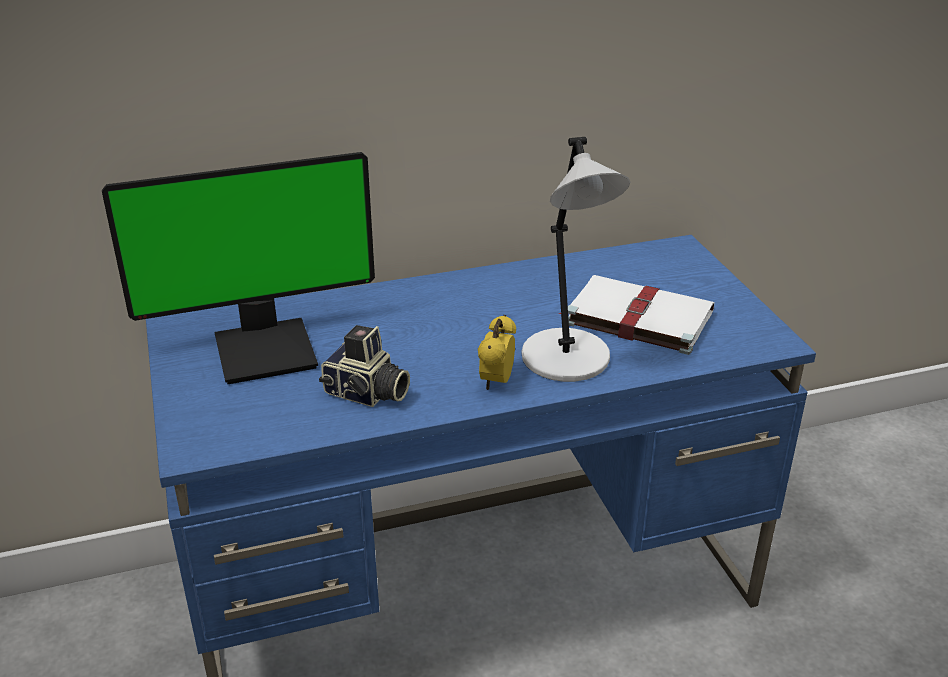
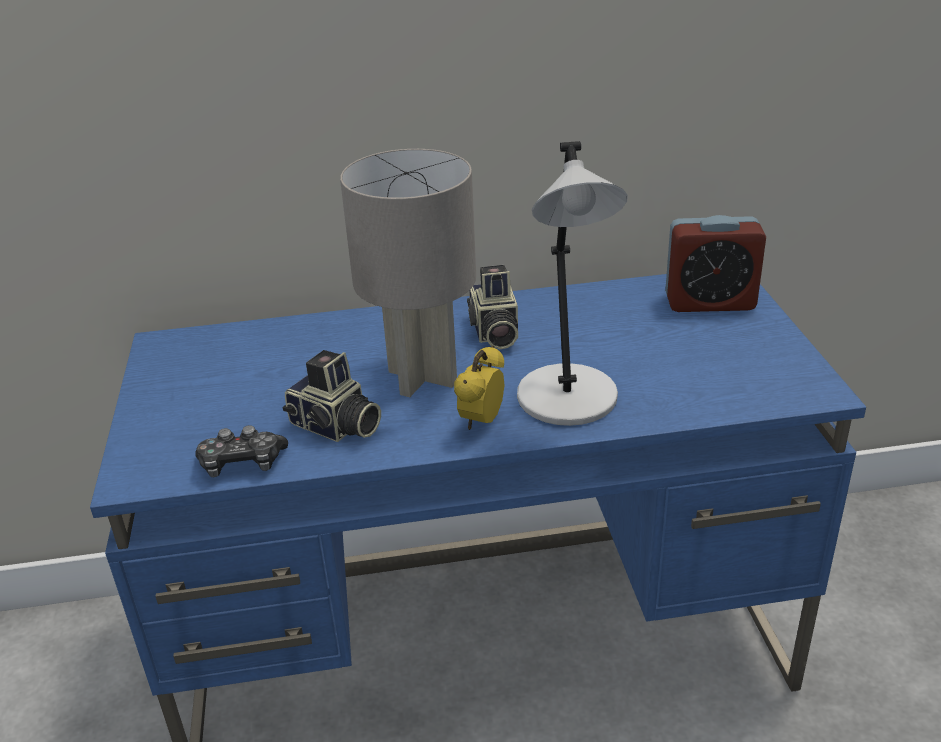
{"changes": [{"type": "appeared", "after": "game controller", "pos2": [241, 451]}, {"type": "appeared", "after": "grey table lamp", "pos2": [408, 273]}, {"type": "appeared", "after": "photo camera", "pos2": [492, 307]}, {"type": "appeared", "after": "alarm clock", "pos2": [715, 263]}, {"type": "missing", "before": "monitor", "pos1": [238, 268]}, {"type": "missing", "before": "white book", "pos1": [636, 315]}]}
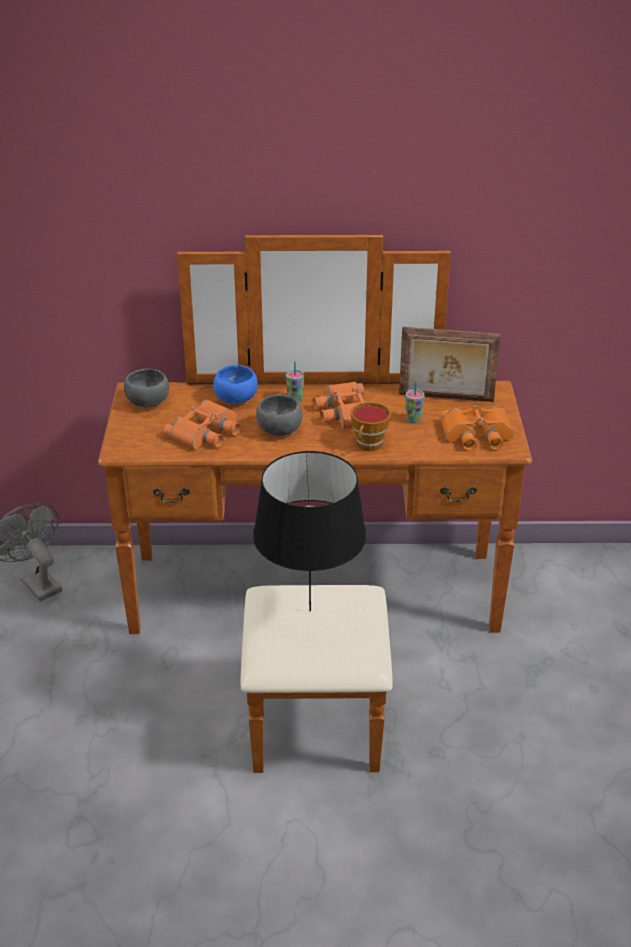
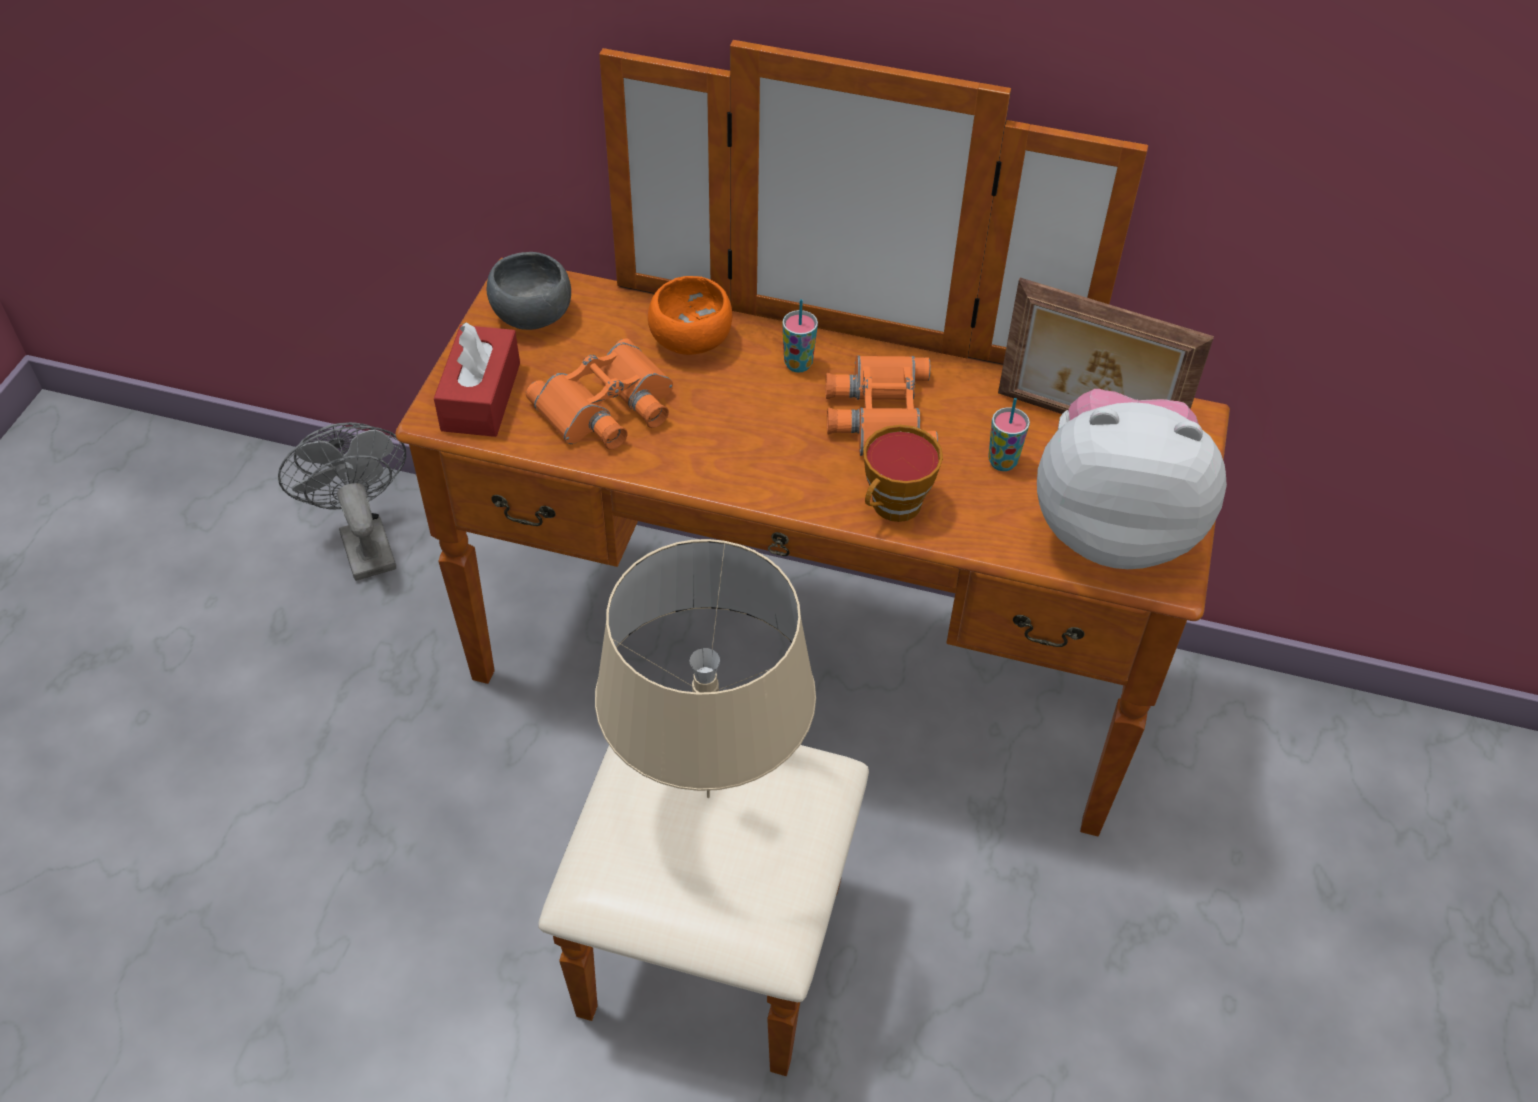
{"changes": [{"type": "appeared", "after": "red tissue box", "pos2": [477, 379]}, {"type": "colour", "before": "black table lamp", "after": "beige table lamp", "pos1": [310, 531], "pos2": [705, 668]}, {"type": "colour", "before": "blue bowl", "after": "orange bowl", "pos1": [235, 384], "pos2": [690, 315]}, {"type": "exchanged", "before": "orange binoculars", "after": "plush toy", "pos1": [477, 428], "pos2": [1132, 479]}, {"type": "missing", "before": "grey bowl", "pos1": [279, 415]}]}
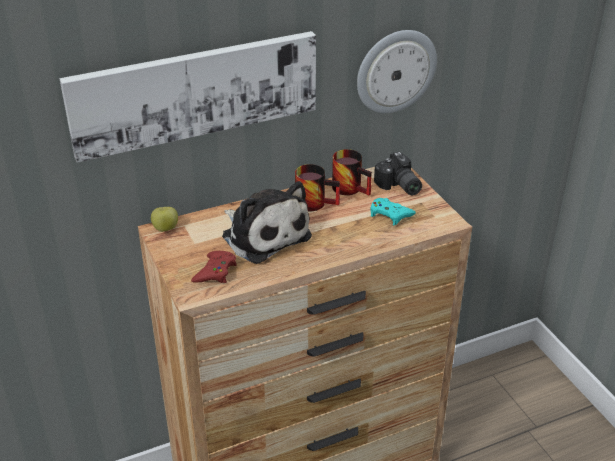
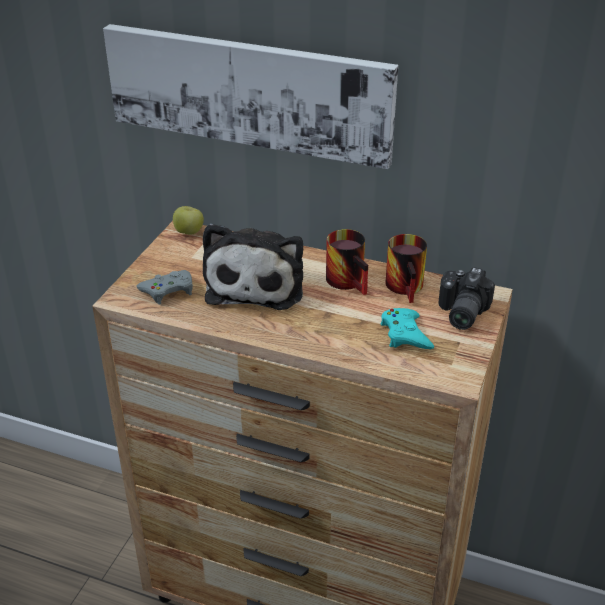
{"changes": [{"type": "colour", "before": "red game controller", "after": "grey game controller", "pos1": [214, 267], "pos2": [164, 287]}, {"type": "missing", "before": "wall clock", "pos1": [397, 72]}]}
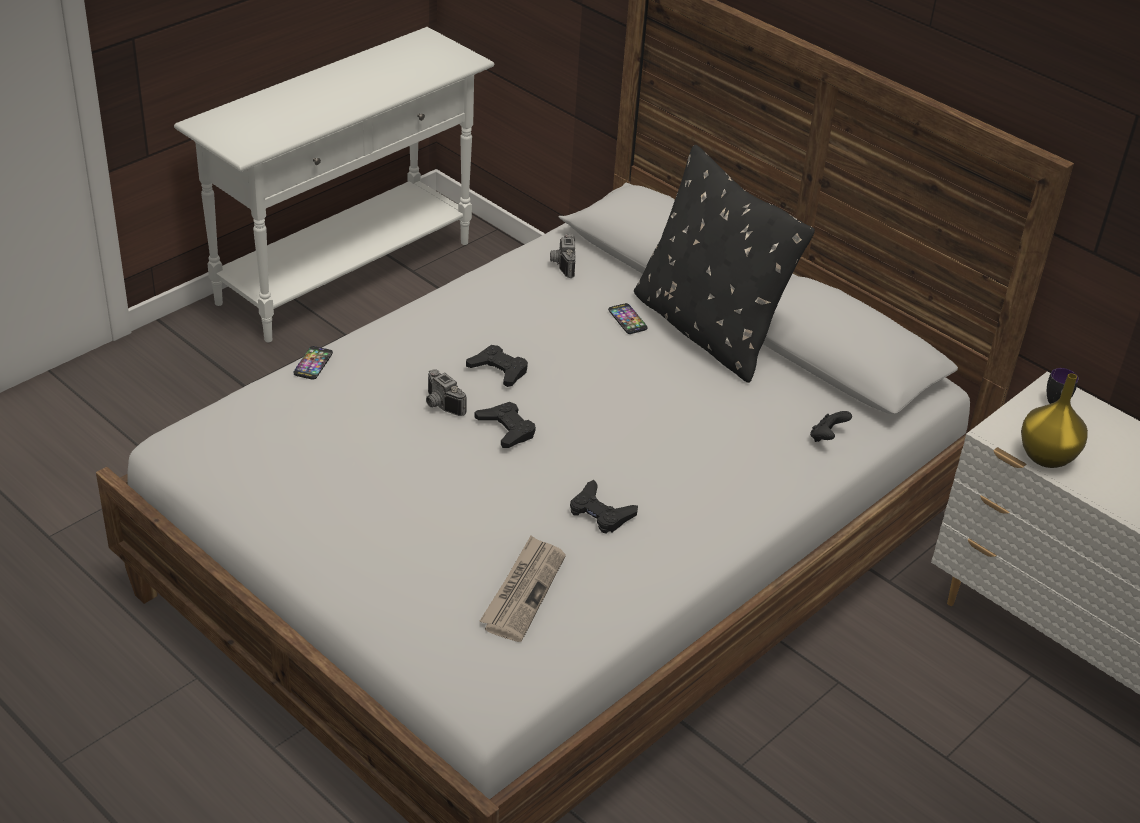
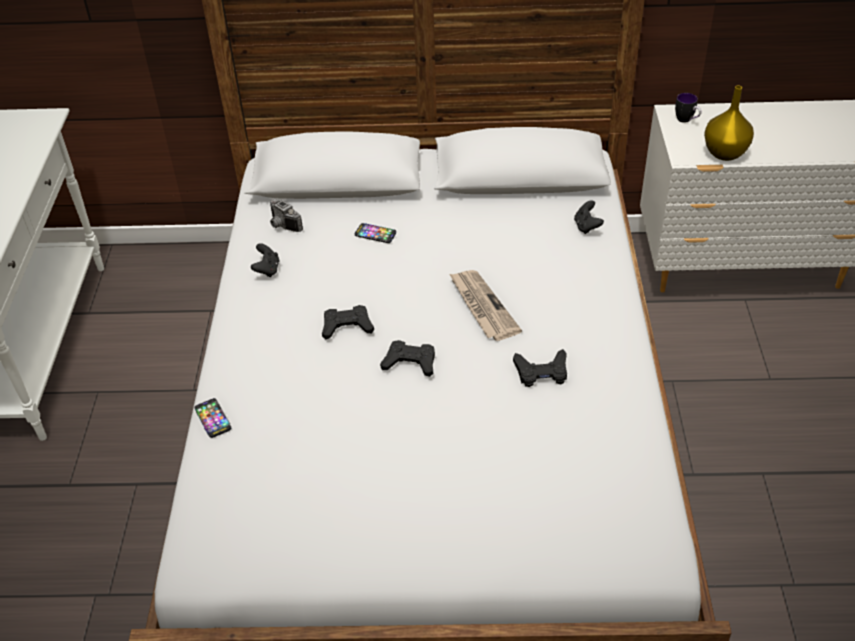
{"changes": [{"type": "appeared", "after": "black game controller", "pos2": [265, 260]}, {"type": "relocated", "before": "newspaper", "pos1": [523, 588], "pos2": [485, 305]}, {"type": "missing", "before": "photo camera", "pos1": [446, 392]}, {"type": "missing", "before": "black pillow", "pos1": [724, 264]}]}
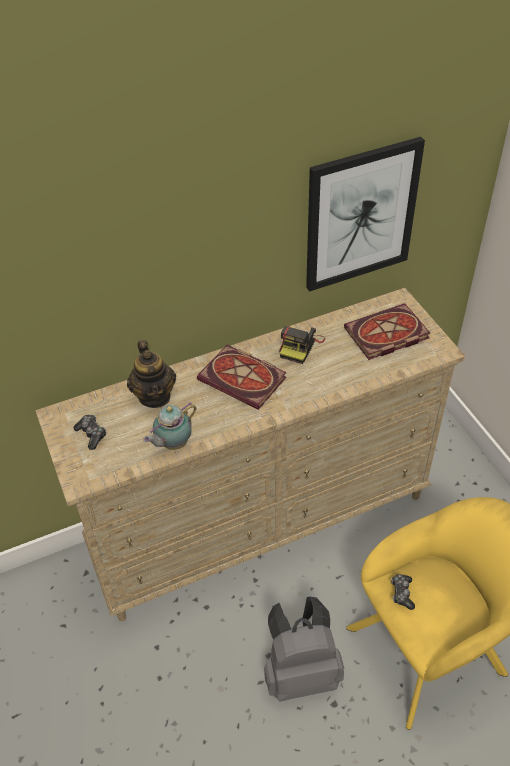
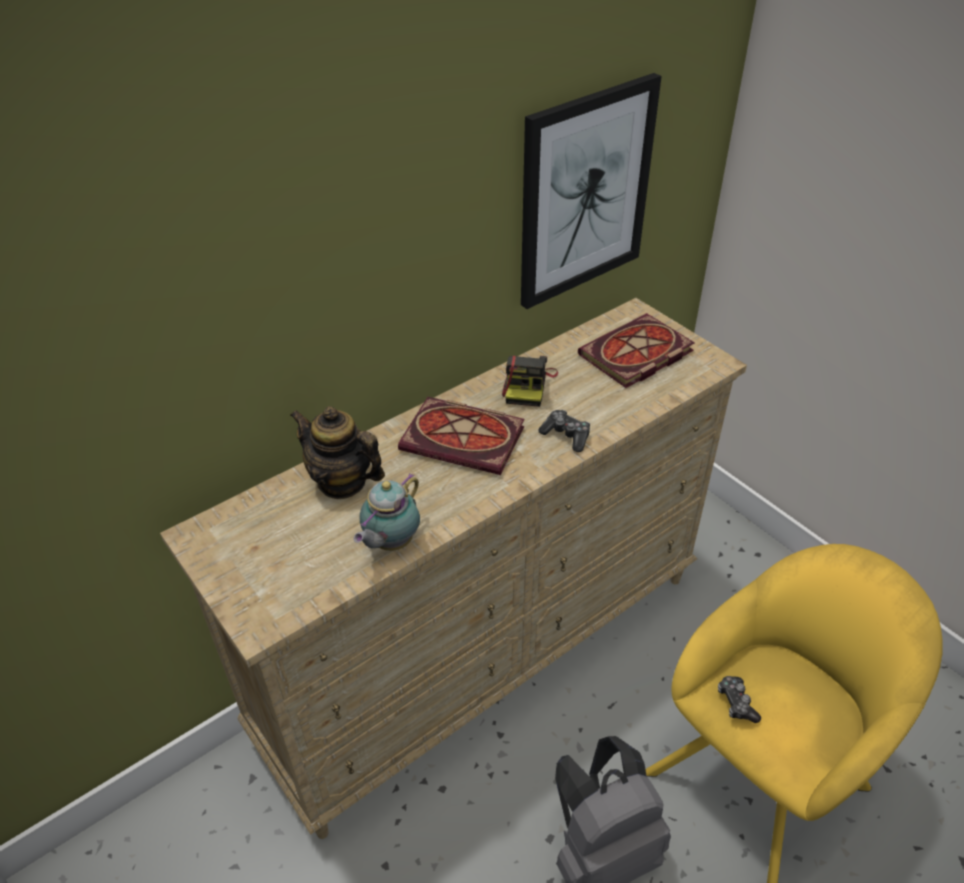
{"changes": [{"type": "spun", "before": "teapot", "pos1": [151, 374], "pos2": [337, 452], "turn": 150}, {"type": "relocated", "before": "game controller", "pos1": [89, 432], "pos2": [564, 431]}]}
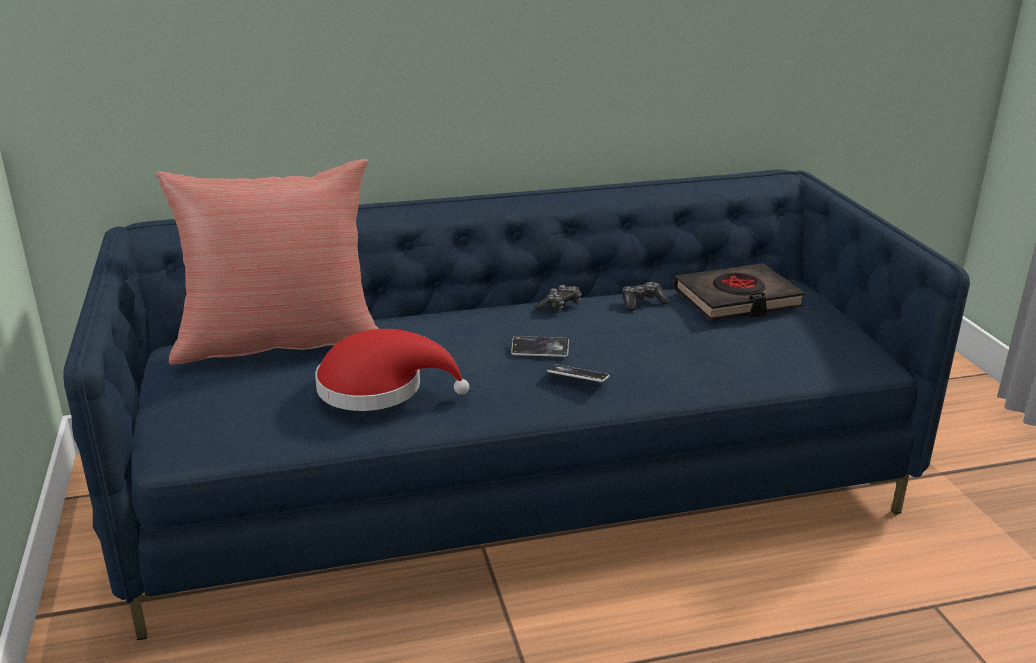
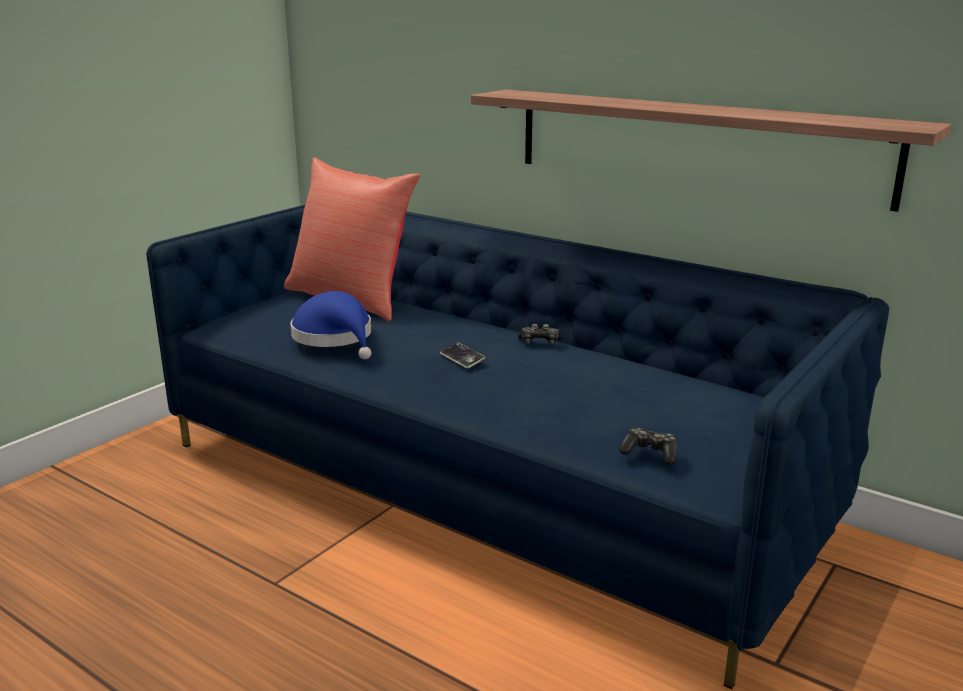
{"changes": [{"type": "colour", "before": "red hat", "after": "blue hat", "pos1": [392, 370], "pos2": [330, 325]}, {"type": "appeared", "after": "shelf", "pos2": [711, 151]}, {"type": "relocated", "before": "game controller", "pos1": [645, 296], "pos2": [648, 445]}, {"type": "missing", "before": "phone", "pos1": [578, 373]}, {"type": "missing", "before": "black book", "pos1": [739, 292]}]}
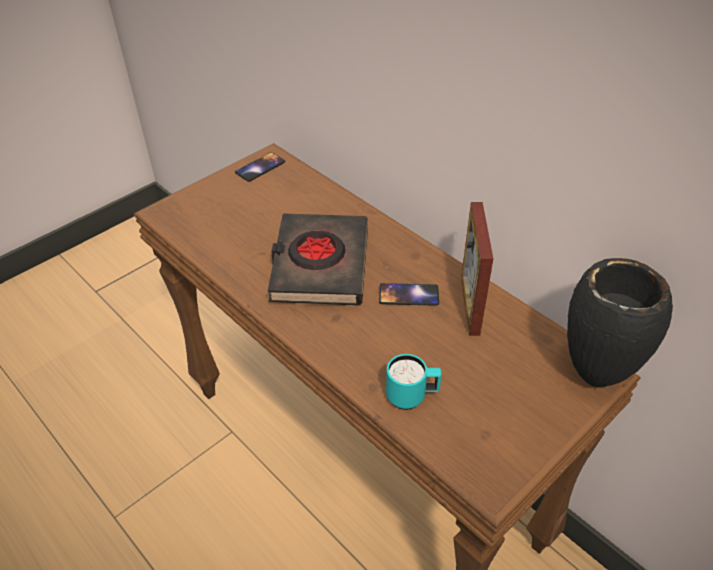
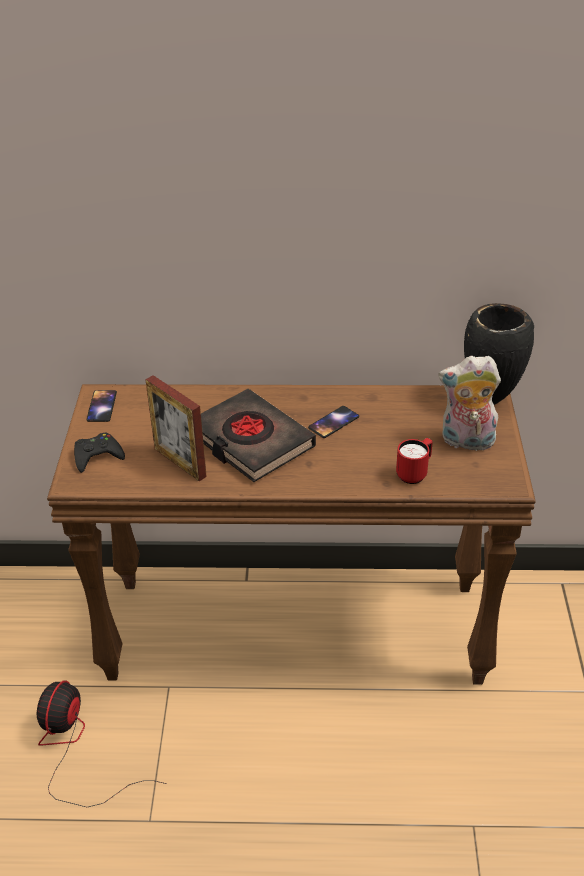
{"changes": [{"type": "appeared", "after": "fan", "pos2": [102, 743]}, {"type": "appeared", "after": "black game controller", "pos2": [99, 453]}, {"type": "relocated", "before": "picture frame", "pos1": [477, 269], "pos2": [176, 428]}, {"type": "colour", "before": "turquoise mug", "after": "red mug", "pos1": [414, 382], "pos2": [414, 461]}, {"type": "appeared", "after": "plush toy", "pos2": [469, 404]}]}
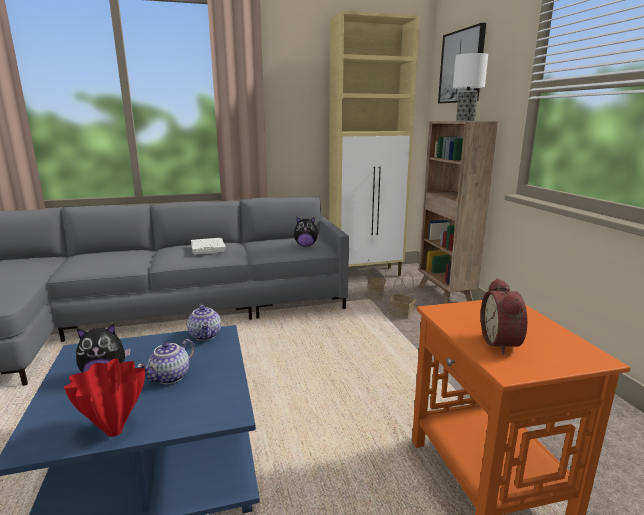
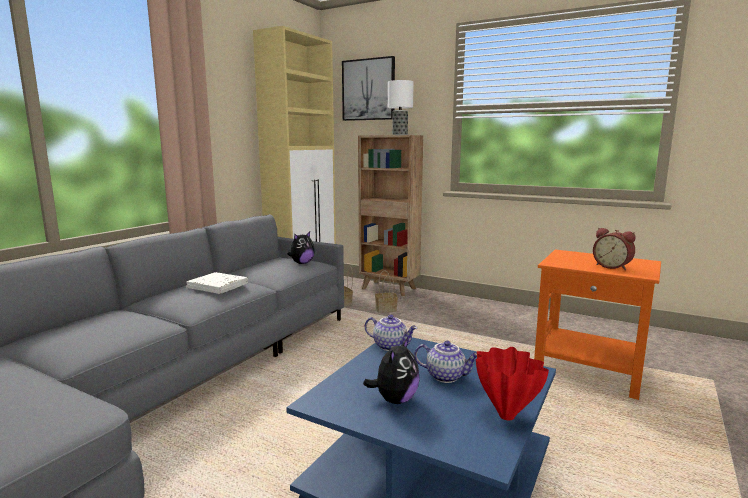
{"changes": [{"type": "spun", "before": "teapot", "pos1": [166, 361], "pos2": [445, 362], "turn": -60}]}
